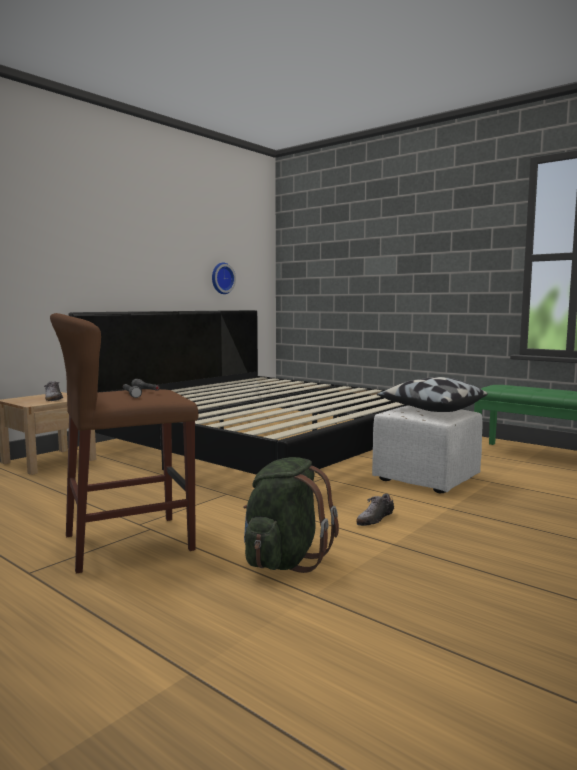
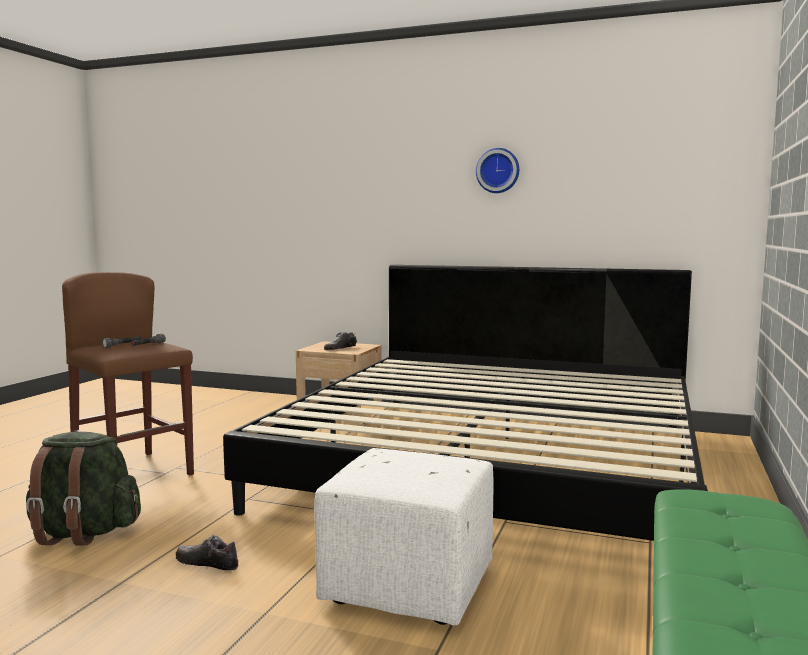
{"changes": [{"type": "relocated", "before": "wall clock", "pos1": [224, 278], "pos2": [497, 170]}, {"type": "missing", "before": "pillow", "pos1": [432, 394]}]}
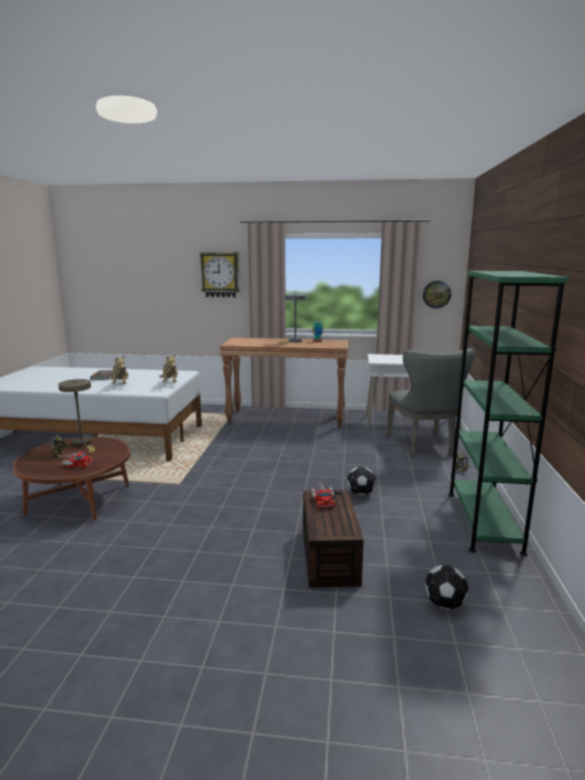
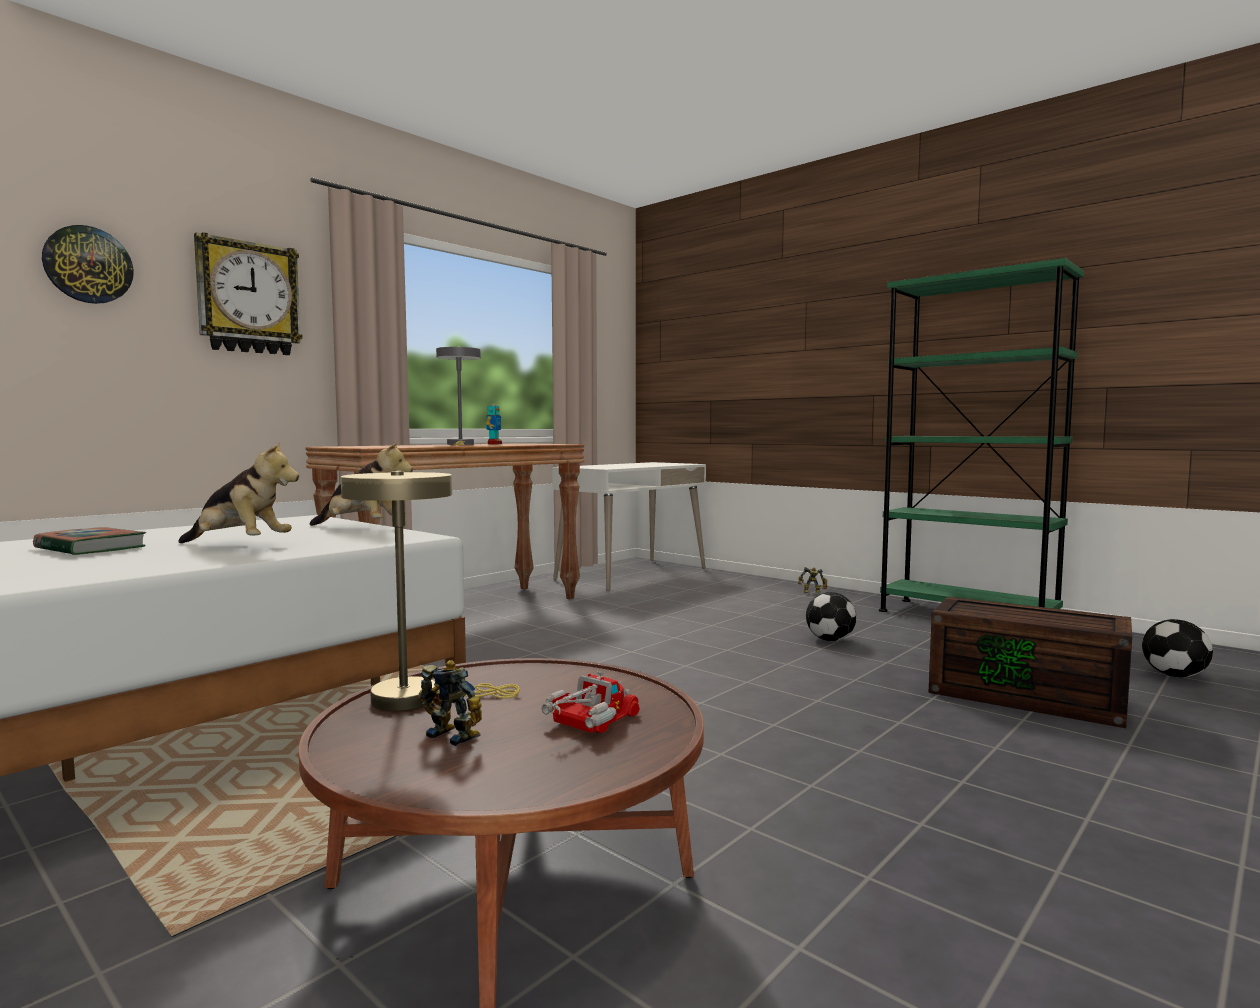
{"changes": [{"type": "relocated", "before": "wall clock", "pos1": [437, 295], "pos2": [88, 264]}, {"type": "missing", "before": "toy truck", "pos1": [323, 495]}, {"type": "missing", "before": "grey chair", "pos1": [431, 403]}]}
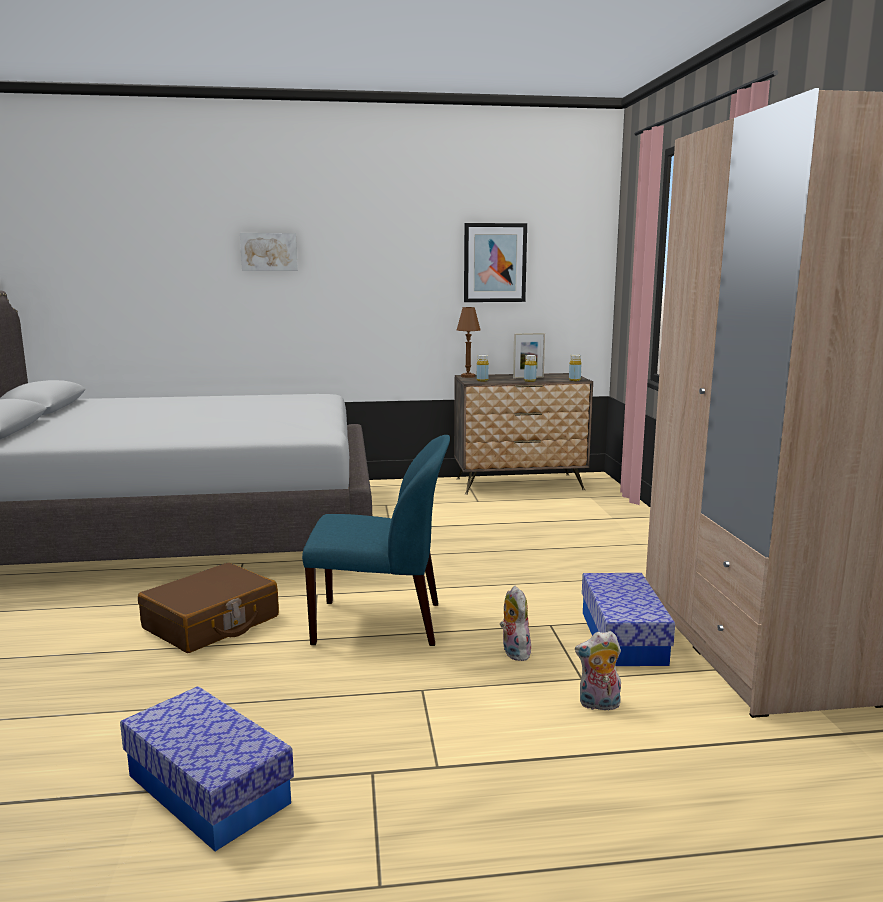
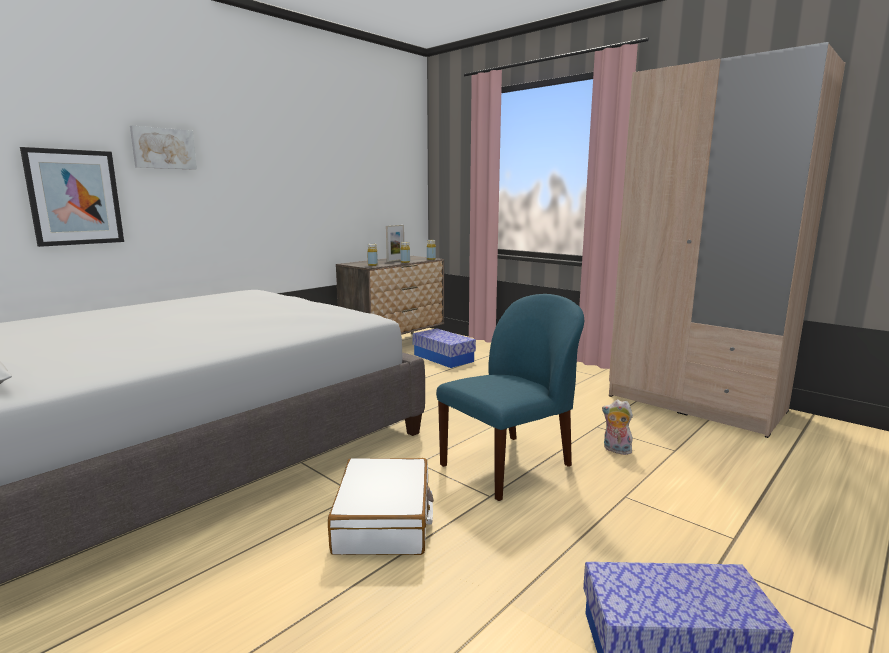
{"changes": [{"type": "relocated", "before": "picture", "pos1": [495, 262], "pos2": [72, 197]}, {"type": "colour", "before": "brown suitcase", "after": "white suitcase", "pos1": [208, 608], "pos2": [381, 506]}, {"type": "relocated", "before": "storage box", "pos1": [628, 619], "pos2": [444, 348]}, {"type": "missing", "before": "brown table lamp", "pos1": [469, 342]}, {"type": "missing", "before": "plush toy", "pos1": [598, 672]}]}
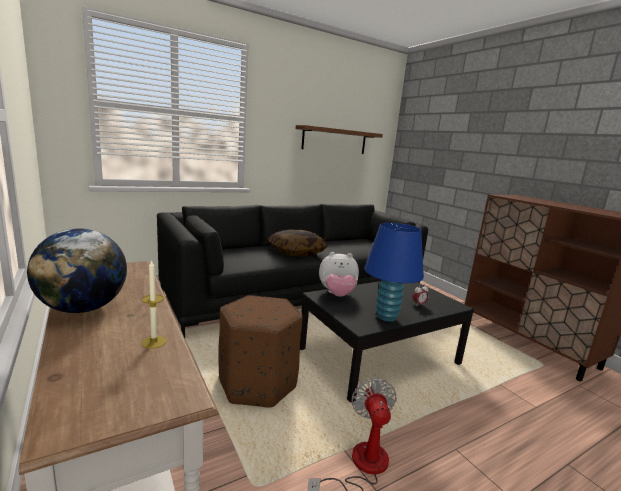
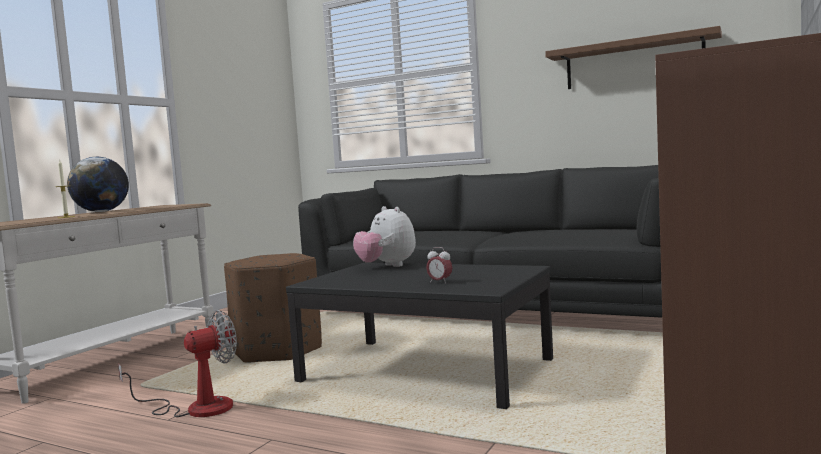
{"changes": [{"type": "missing", "before": "pillow", "pos1": [297, 243]}, {"type": "missing", "before": "blue table lamp", "pos1": [394, 272]}]}
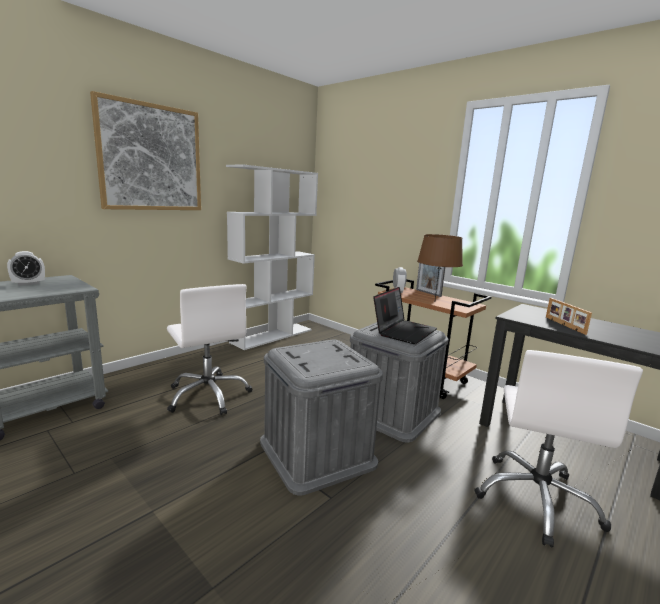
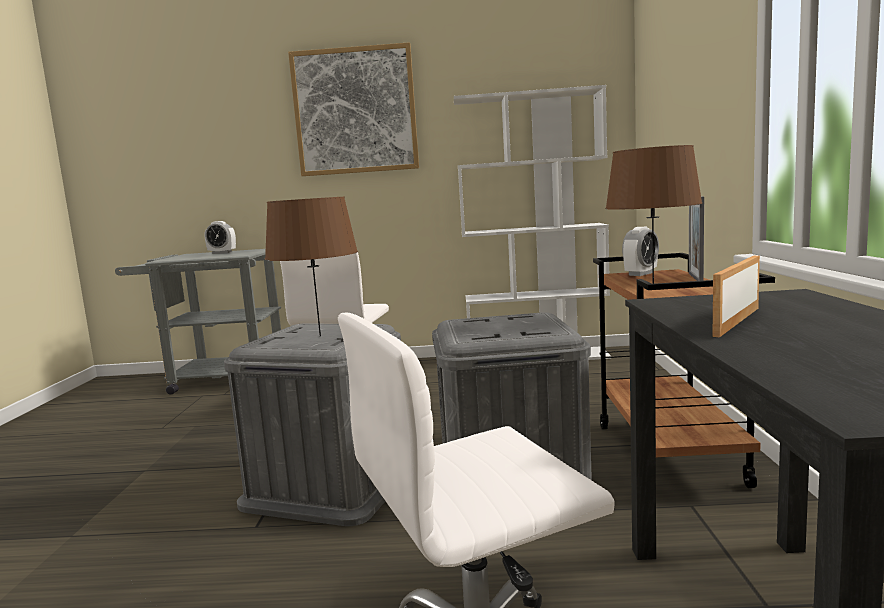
{"changes": [{"type": "appeared", "after": "brown table lamp", "pos2": [311, 266]}, {"type": "missing", "before": "laptop", "pos1": [405, 316]}]}
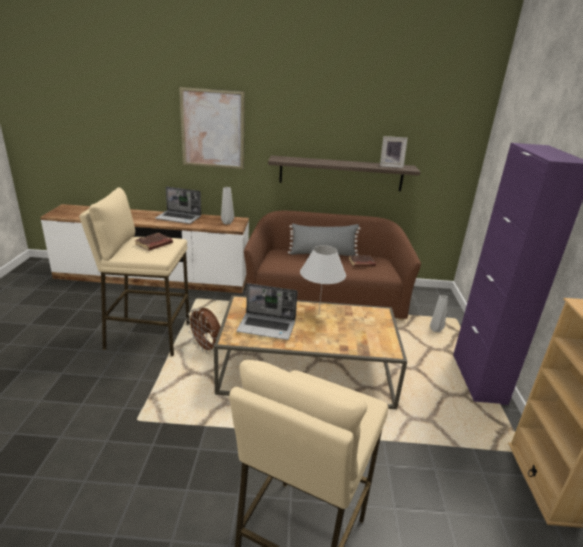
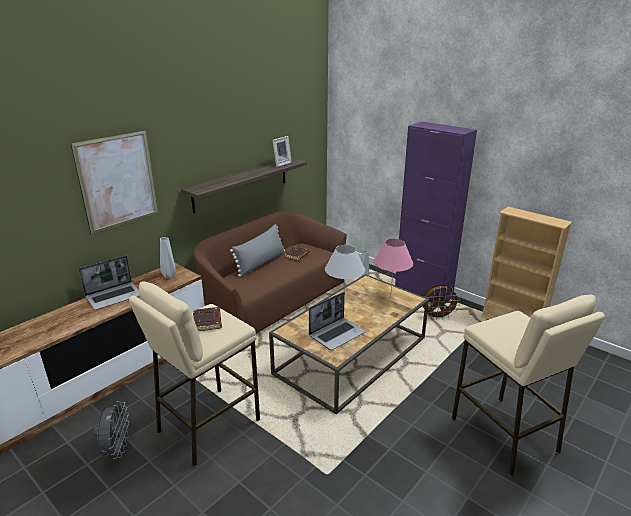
{"changes": [{"type": "appeared", "after": "grey fan", "pos2": [111, 430]}, {"type": "appeared", "after": "pink table lamp", "pos2": [393, 268]}, {"type": "relocated", "before": "brown fan", "pos1": [203, 331], "pos2": [441, 302]}]}
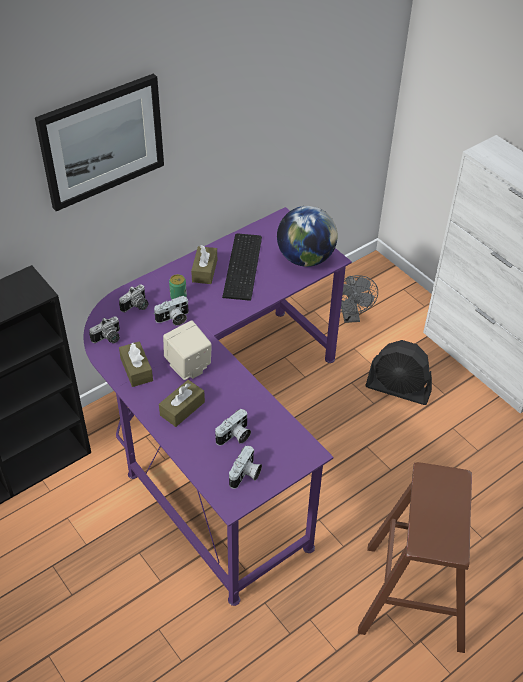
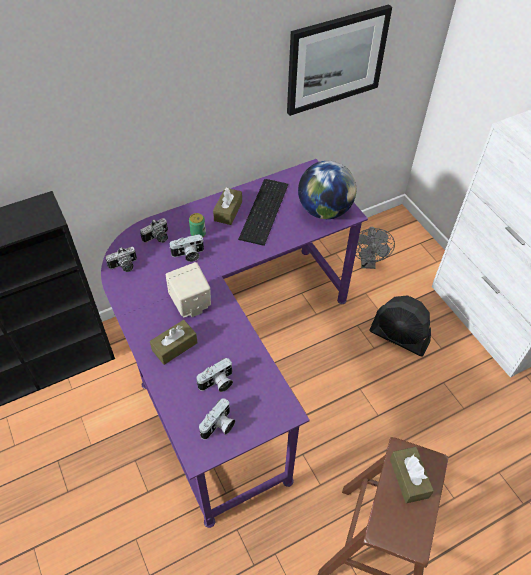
{"changes": [{"type": "relocated", "before": "picture", "pos1": [99, 142], "pos2": [339, 60]}, {"type": "relocated", "before": "brown tissue box", "pos1": [136, 364], "pos2": [412, 475]}]}
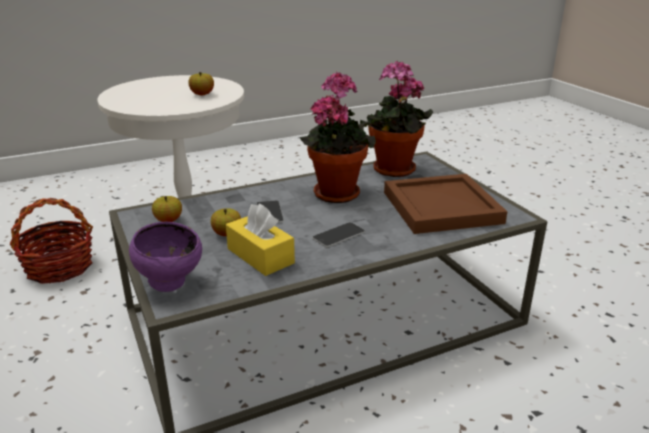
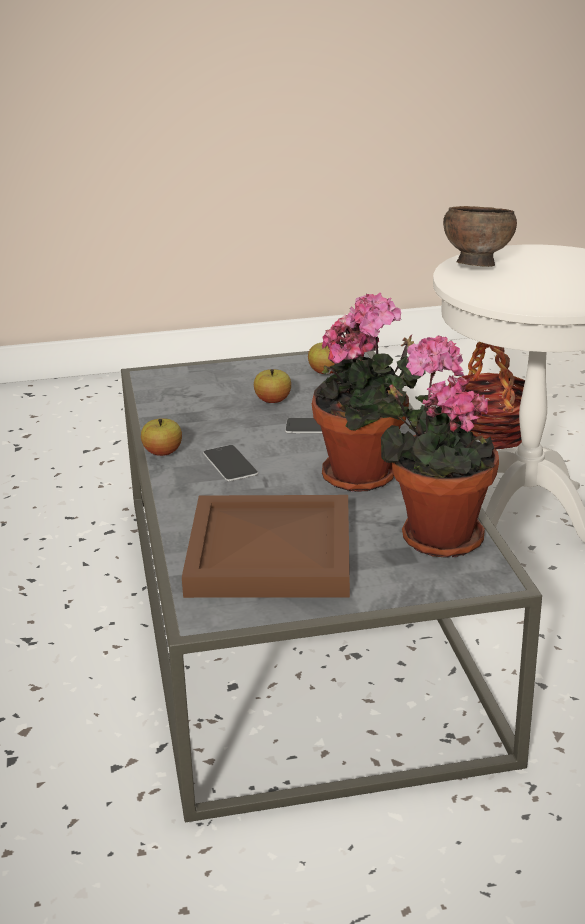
{"changes": [{"type": "relocated", "before": "apple", "pos1": [201, 83], "pos2": [161, 437]}, {"type": "appeared", "after": "brown bowl", "pos2": [480, 236]}, {"type": "missing", "before": "purple bowl", "pos1": [165, 257]}, {"type": "missing", "before": "yellow tissue box", "pos1": [260, 240]}]}
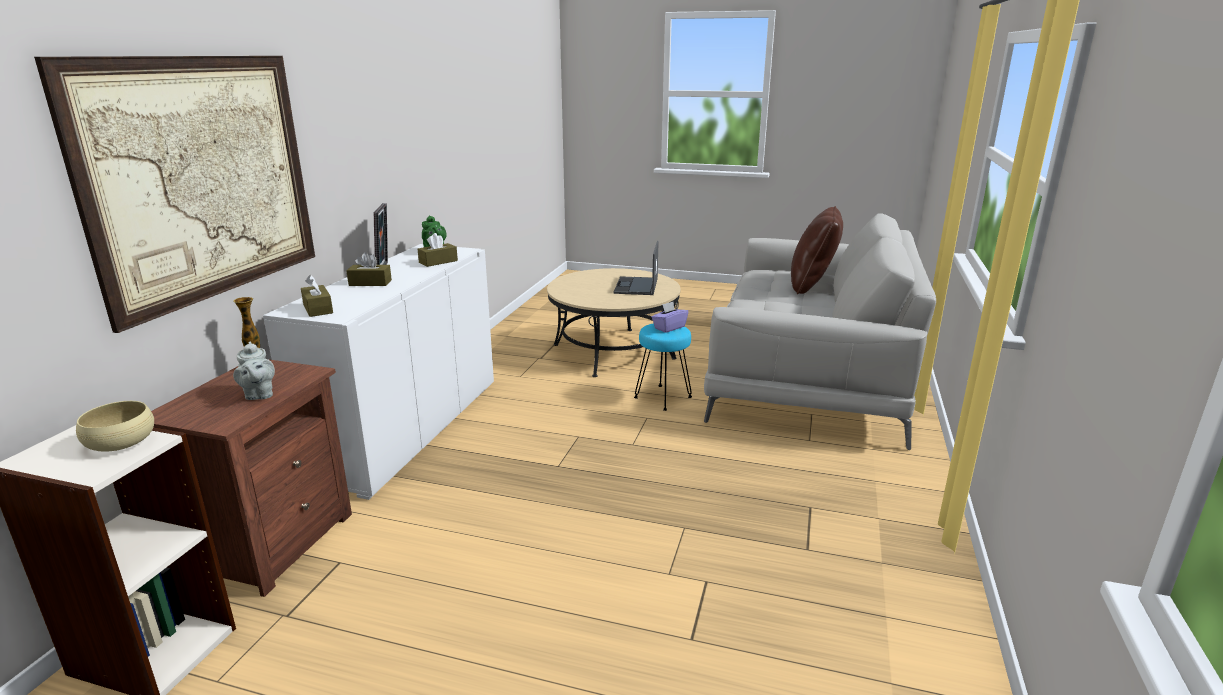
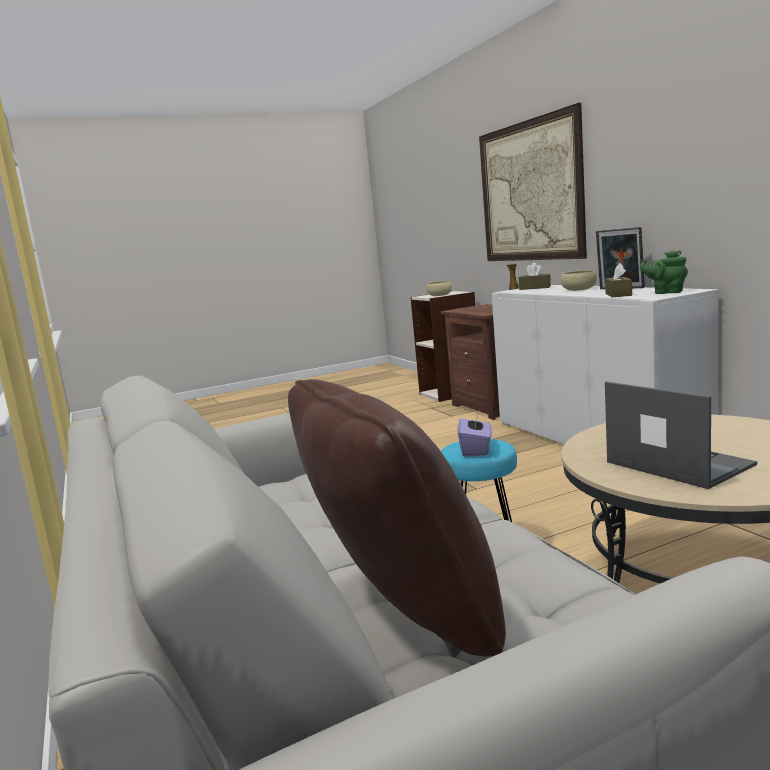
{"changes": [{"type": "exchanged", "before": "brown tissue box", "after": "beige bowl", "pos1": [369, 269], "pos2": [579, 280]}, {"type": "missing", "before": "grey teapot", "pos1": [254, 371]}]}
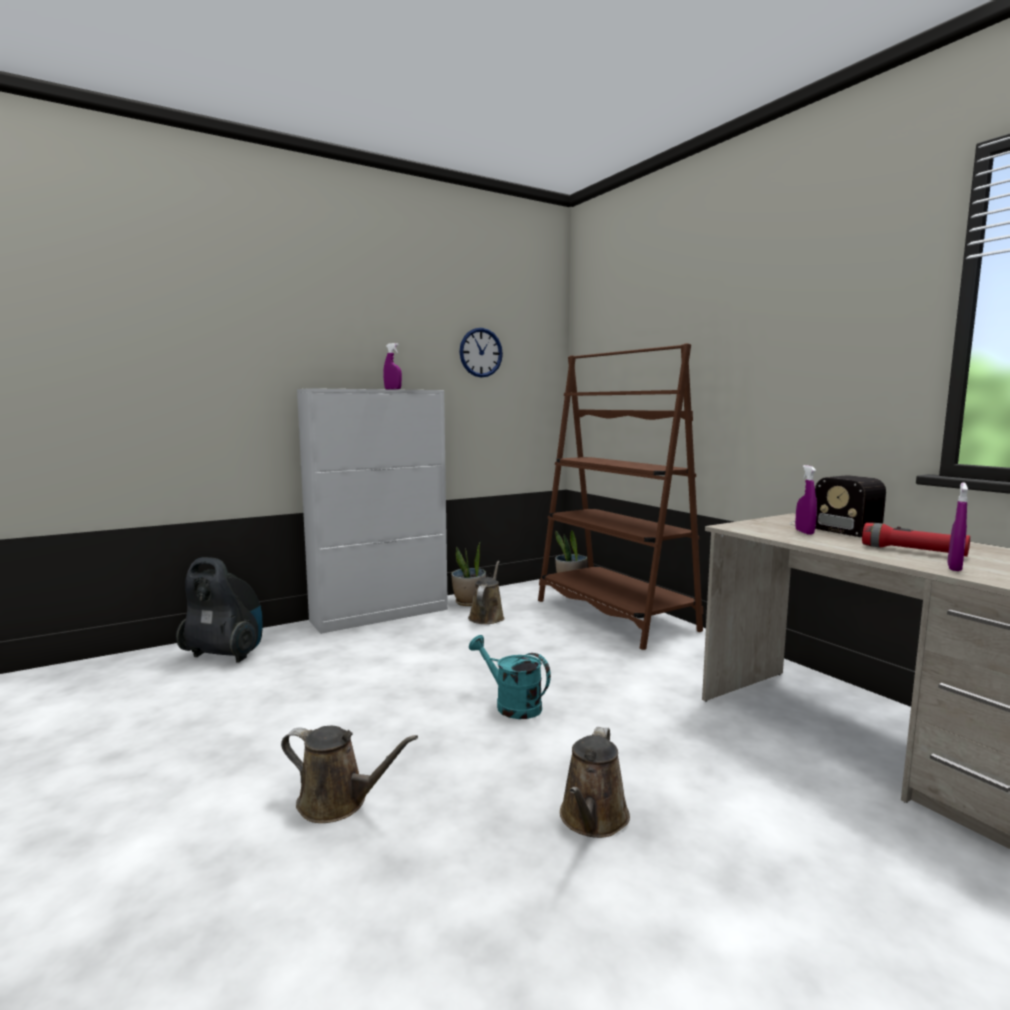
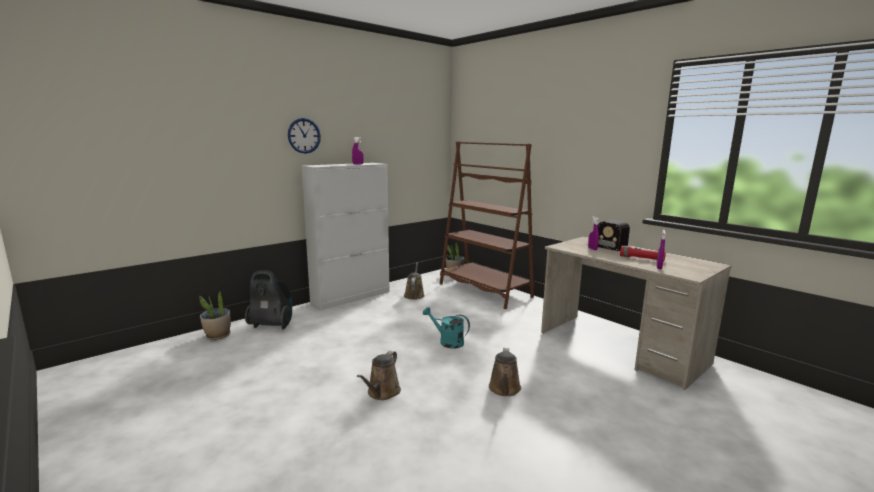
{"changes": [{"type": "relocated", "before": "potted plant", "pos1": [468, 574], "pos2": [215, 315]}, {"type": "relocated", "before": "wall clock", "pos1": [481, 353], "pos2": [304, 136]}, {"type": "spun", "before": "brown watering can", "pos1": [349, 774], "pos2": [379, 375], "turn": 105}]}
